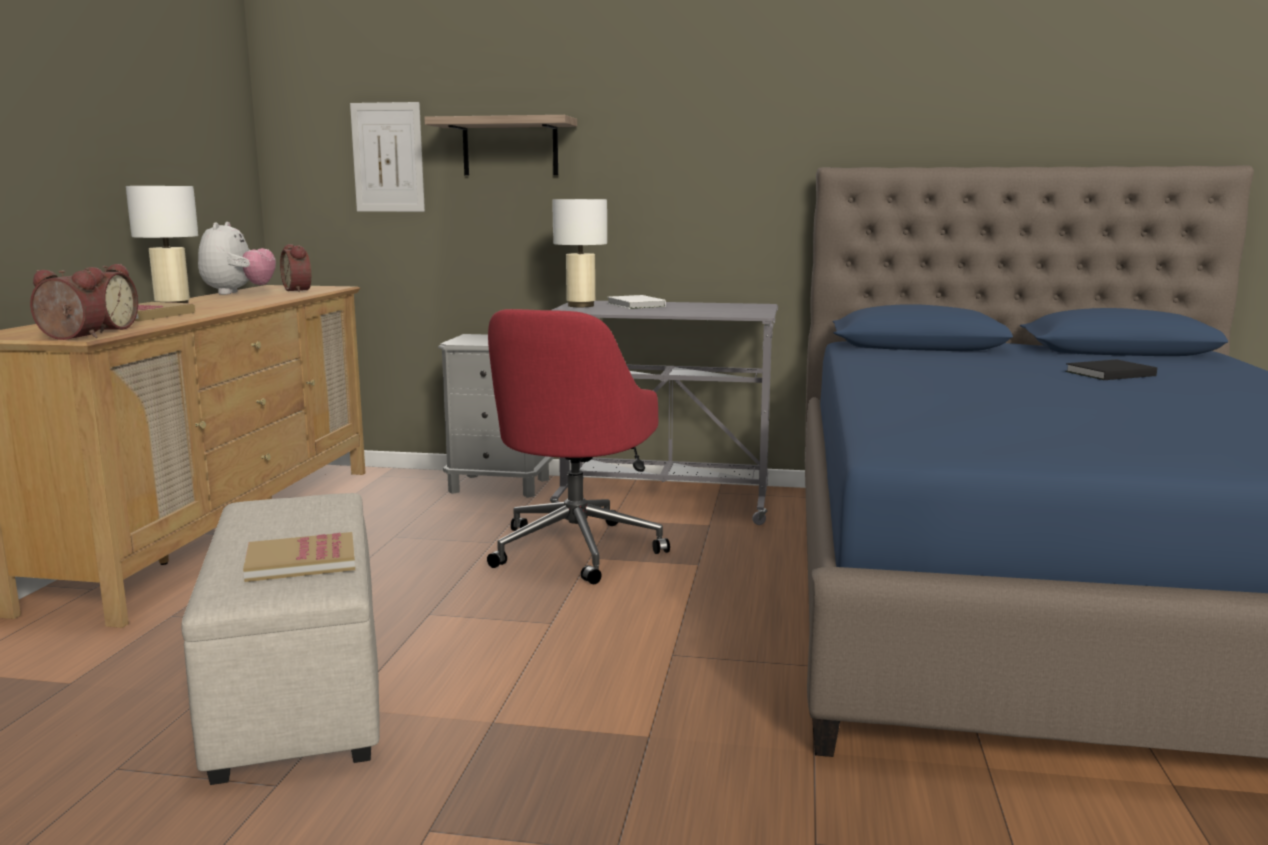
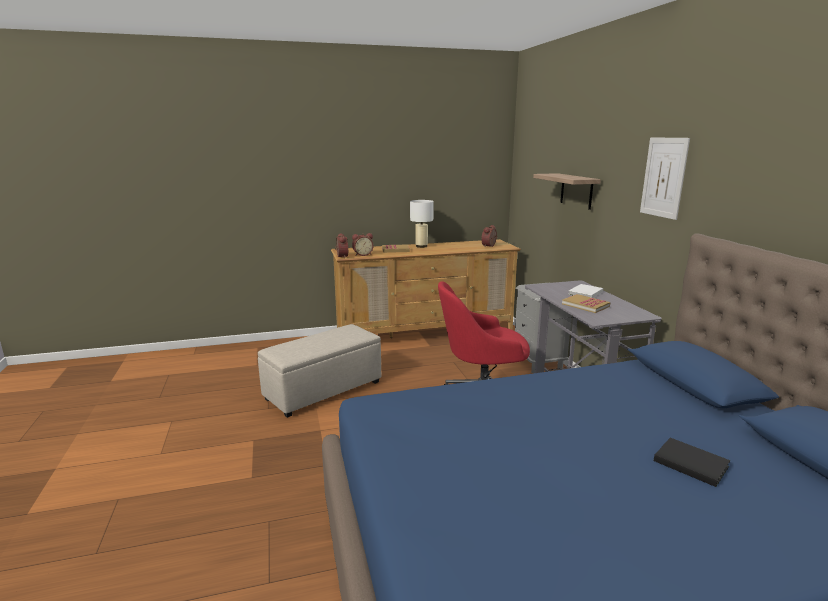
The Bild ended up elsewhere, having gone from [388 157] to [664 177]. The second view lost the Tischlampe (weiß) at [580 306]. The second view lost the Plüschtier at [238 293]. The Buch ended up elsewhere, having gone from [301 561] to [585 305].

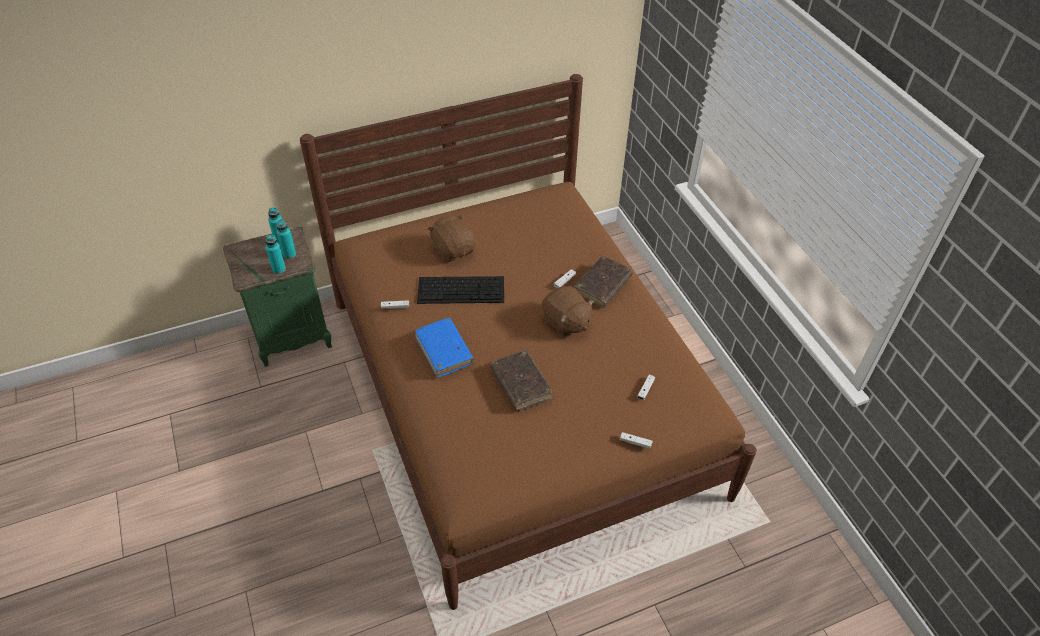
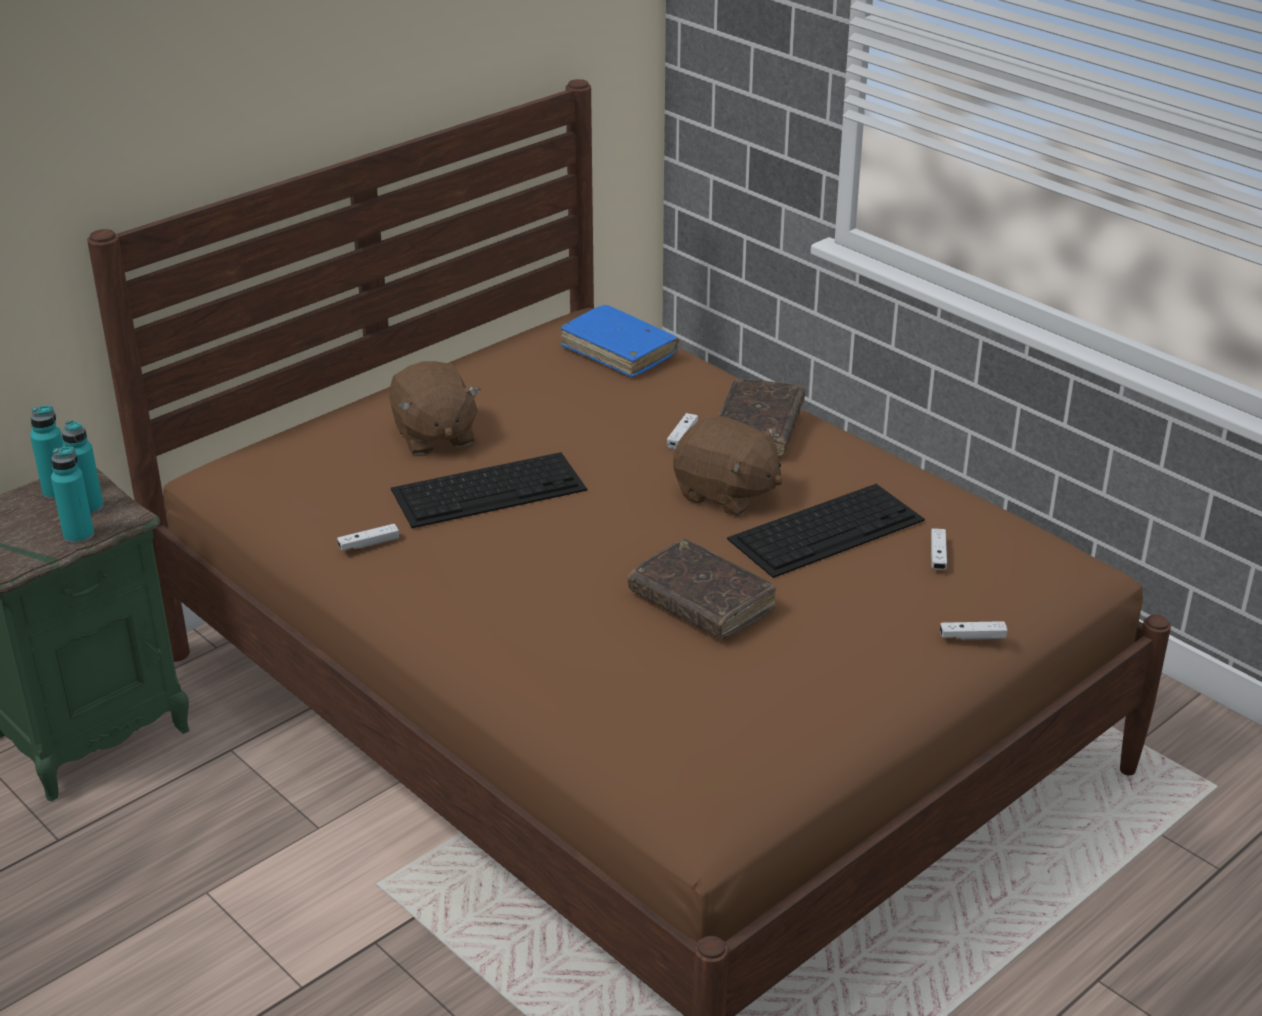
The Plüschtier (braun) at [453 250] ended up facing another way, 150 degrees counterclockwise from before. The Buch (blau) ended up elsewhere, having gone from [444 351] to [619 351]. The second view gained the Tastatur at [827 528].

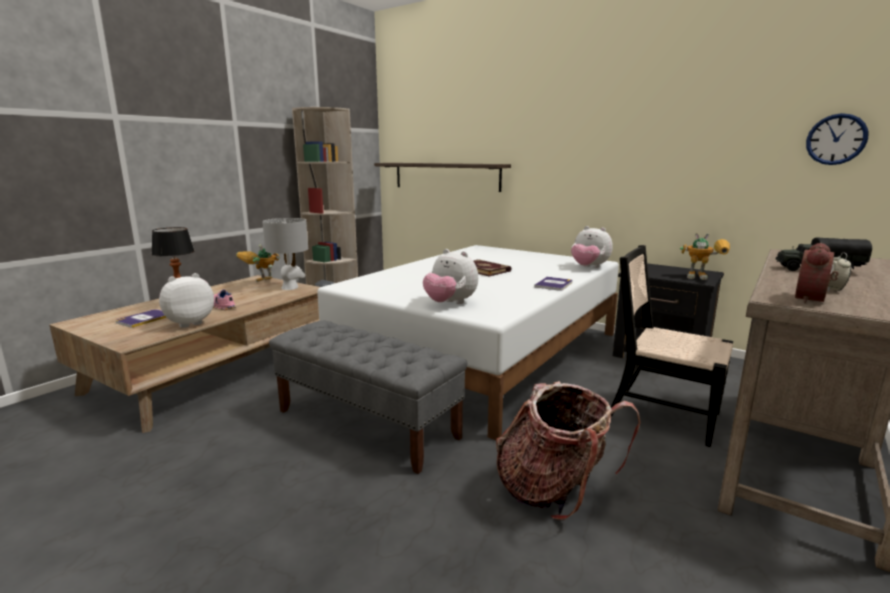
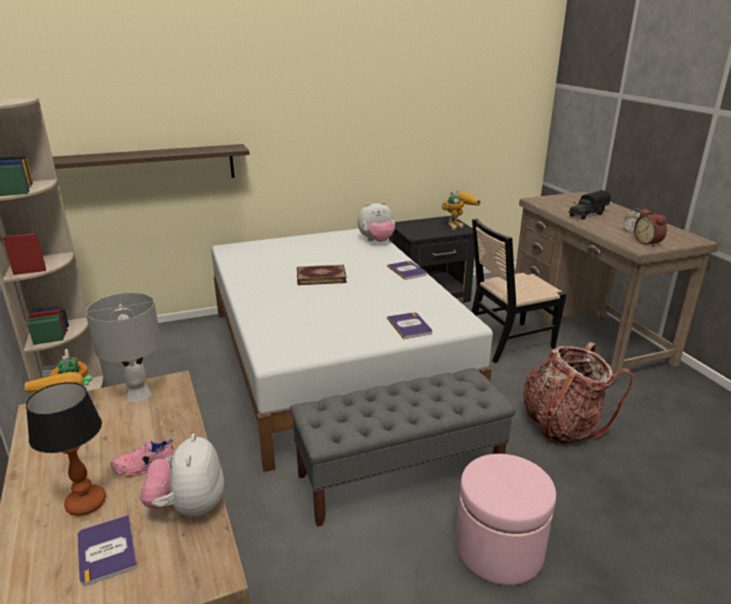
The second view lost the Wanduhr at [836 139]. Where the Plüschtier stood at [450 303], the Buch came to stand at [409 326]. The second view gained the Polsterhocker (rosa) at [499 549].

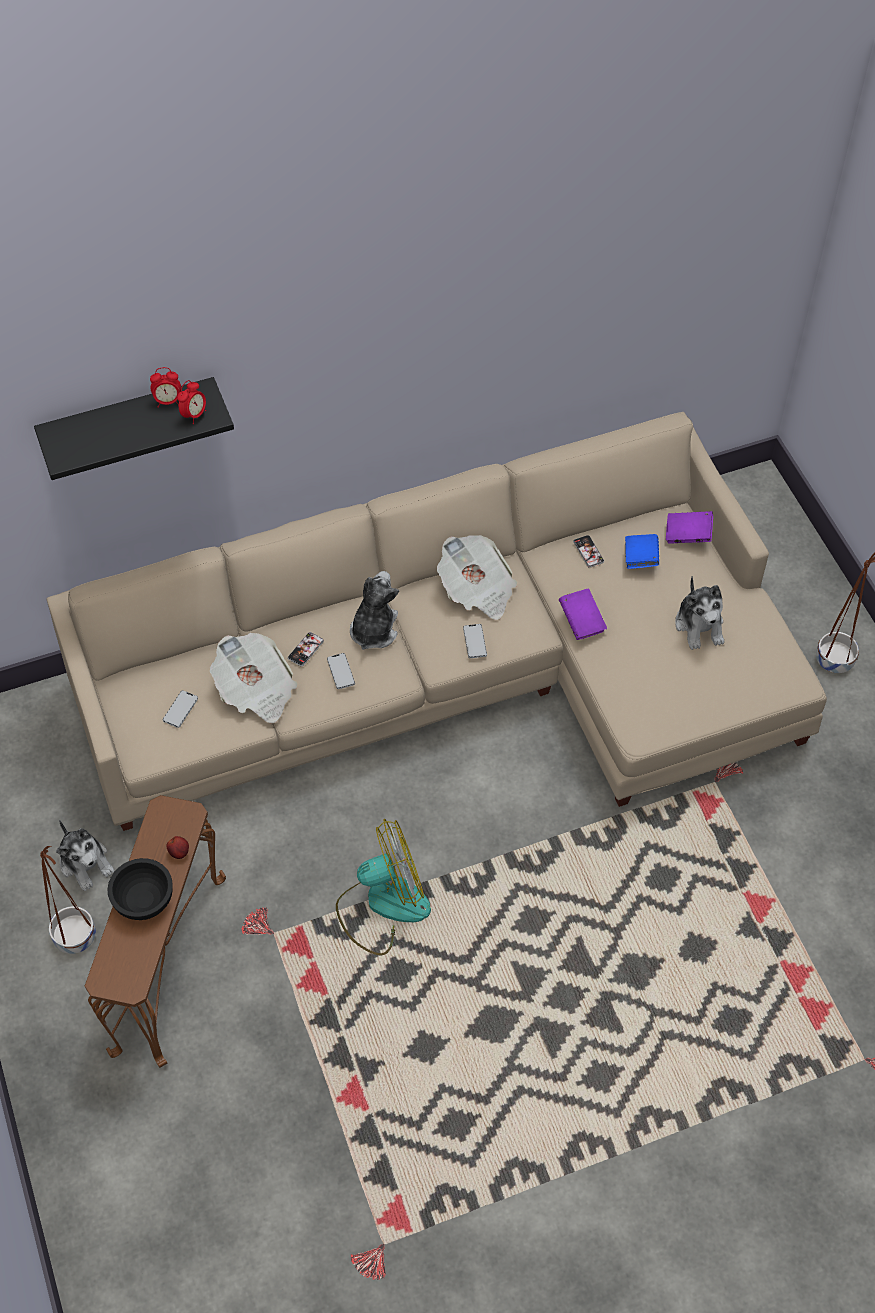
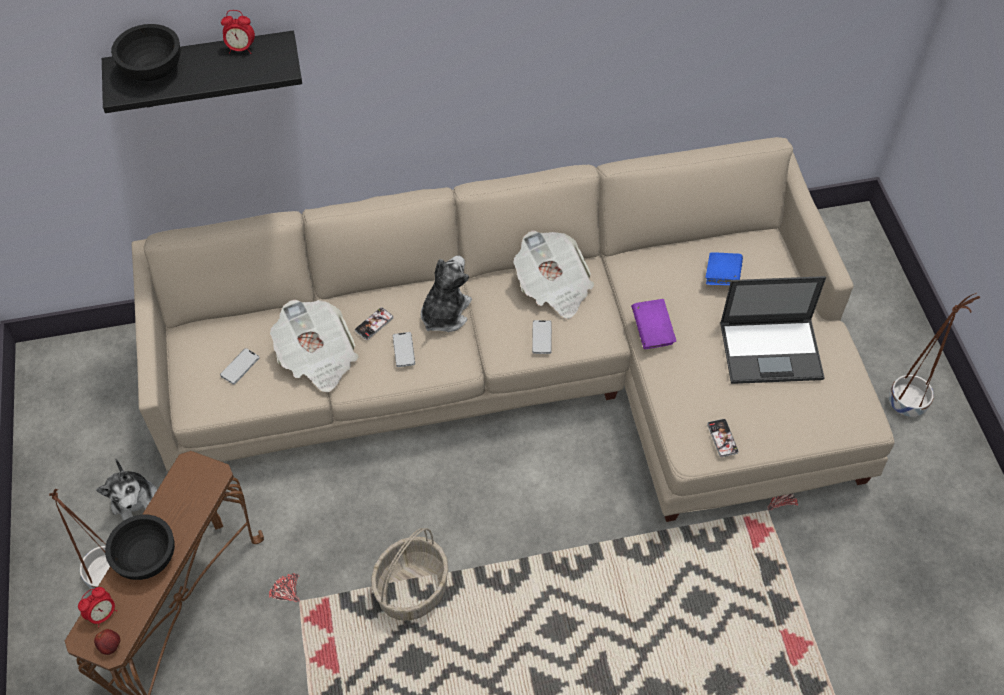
The Wecker ended up elsewhere, having gone from [194 415] to [103 614]. The second view lost the Buch (lila) at [688 535]. The Handy ended up elsewhere, having gone from [588 551] to [722 438]. Where the Plüschtier stood at [699 625], the Laptop came to stand at [772 350]. Where the Ventilator stood at [383 905], the Korb came to stand at [412 588]. The Apfel ended up elsewhere, having gone from [179 852] to [111 646]. The second view gained the Schüssel (schwarz) at [153 69].

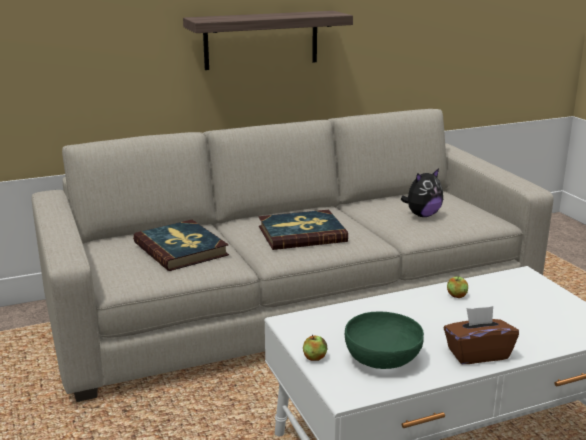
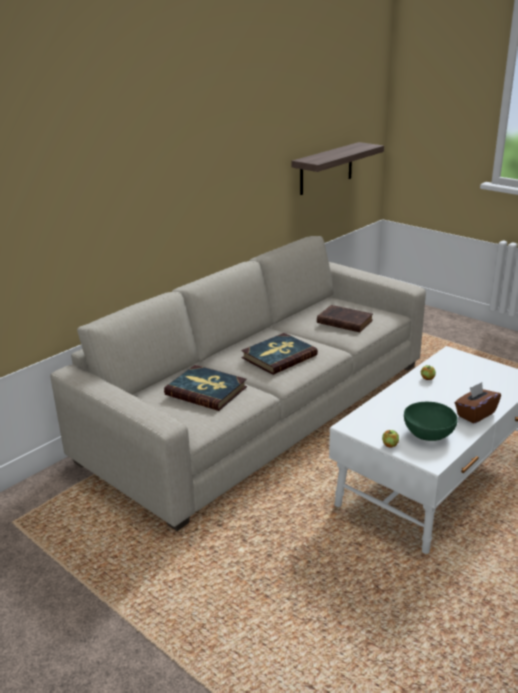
The Wandregal ended up elsewhere, having gone from [261 40] to [326 168]. Where the Plüschtier stood at [422 215], the Buch (braun) came to stand at [343 321].

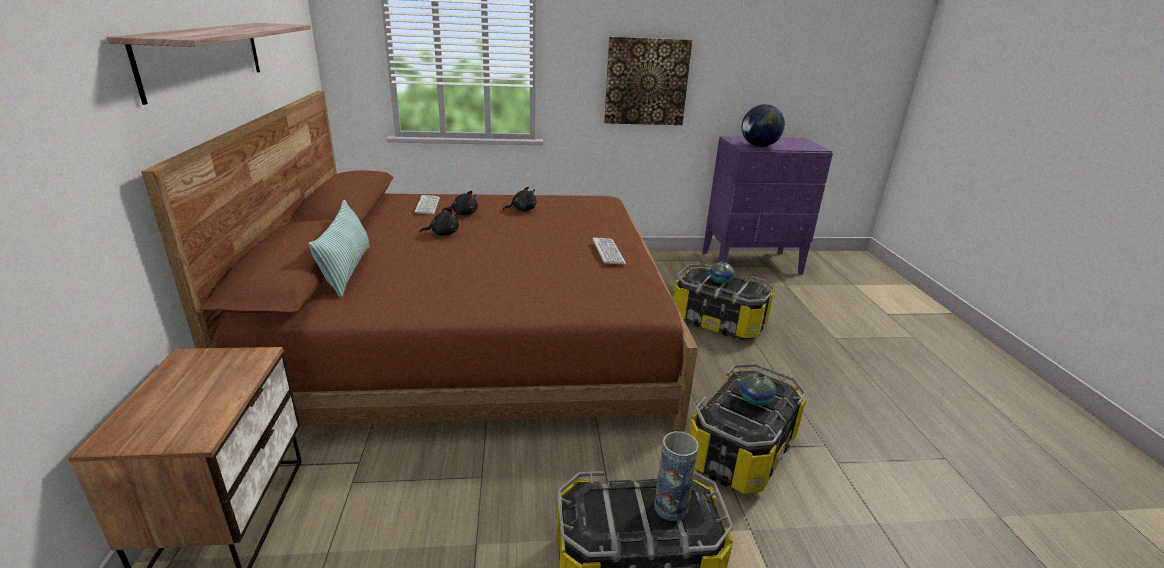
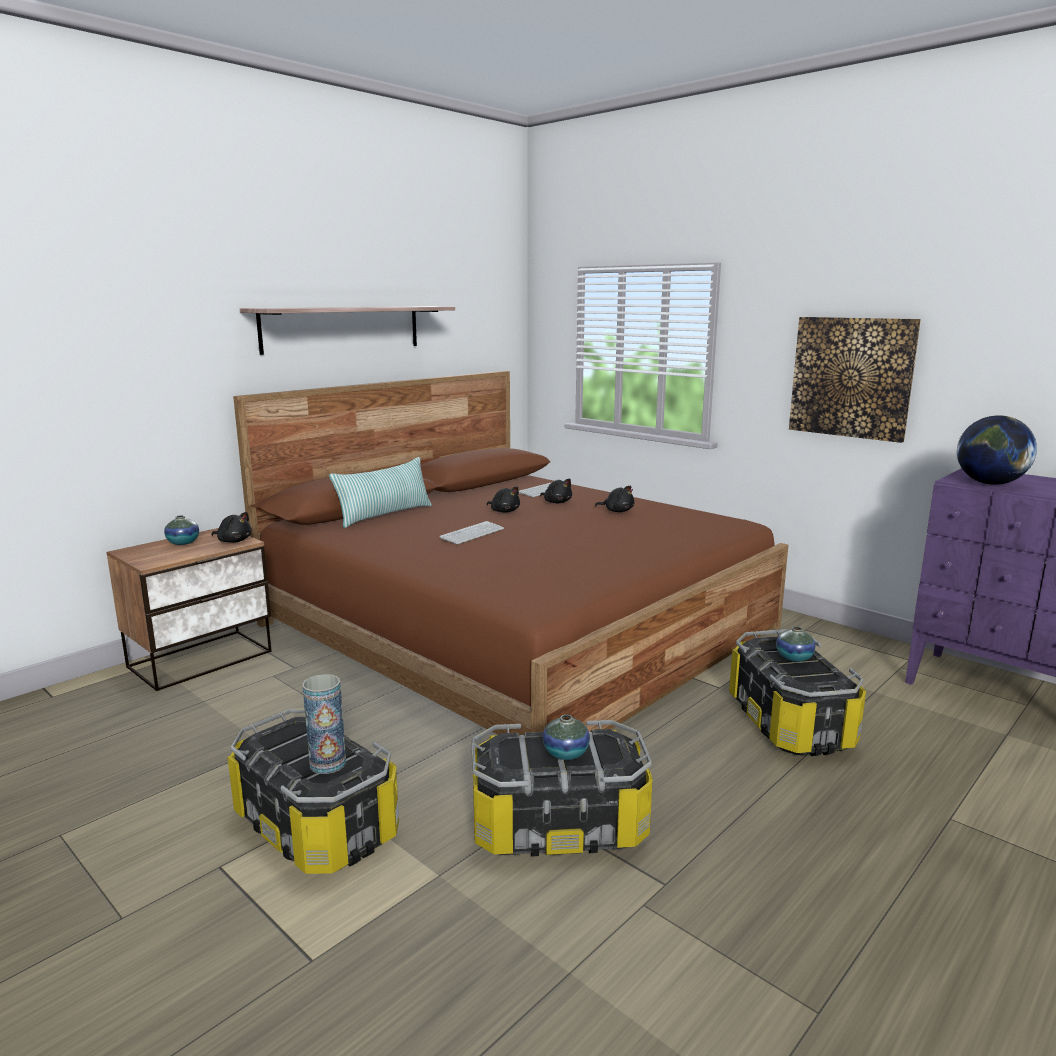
The Tastatur ended up elsewhere, having gone from [608 252] to [472 534]. The second view gained the Plüschtier (schwarz) at [234 541]. The second view gained the Vase at [183 543].

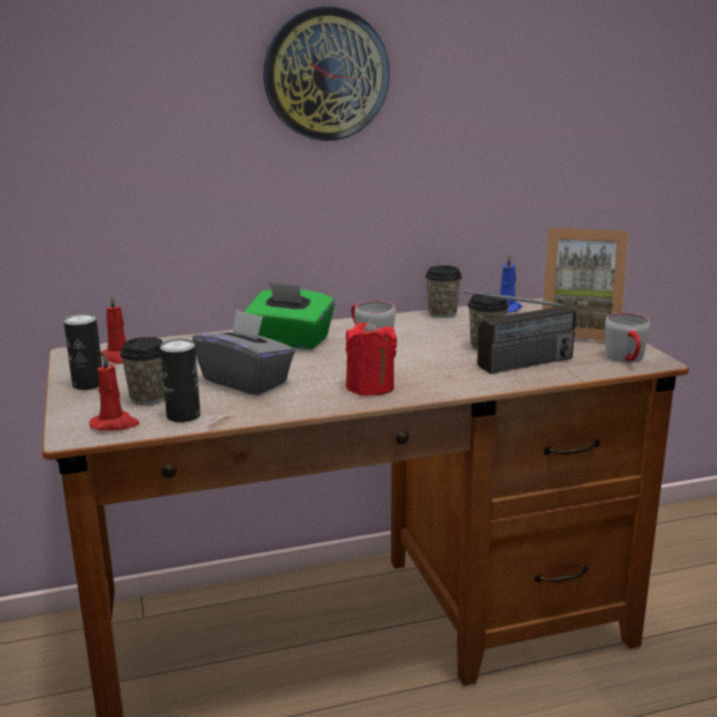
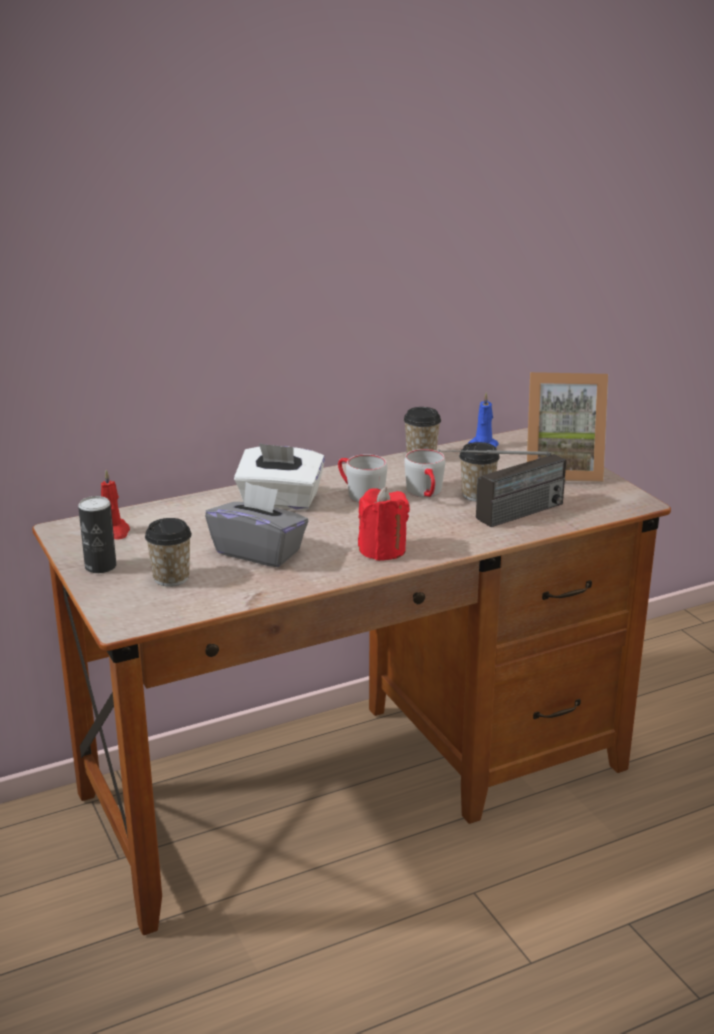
The second view lost the Wanduhr at [326 74]. What was the Taschentuchbox (grün) at [289 341] turned into the Taschentuchbox (weiß) at [280 501]. The Henkelbecher (grau) ended up elsewhere, having gone from [627 359] to [426 494]. The second view lost the Dose at [183 416]. The second view lost the Kerze (rot) at [115 424].

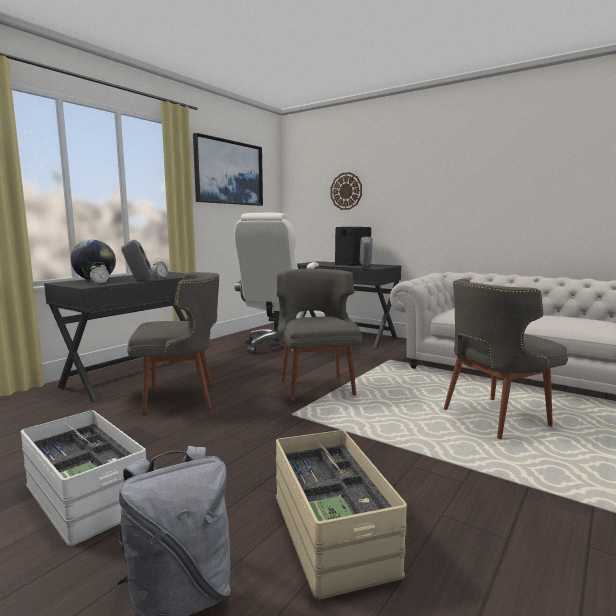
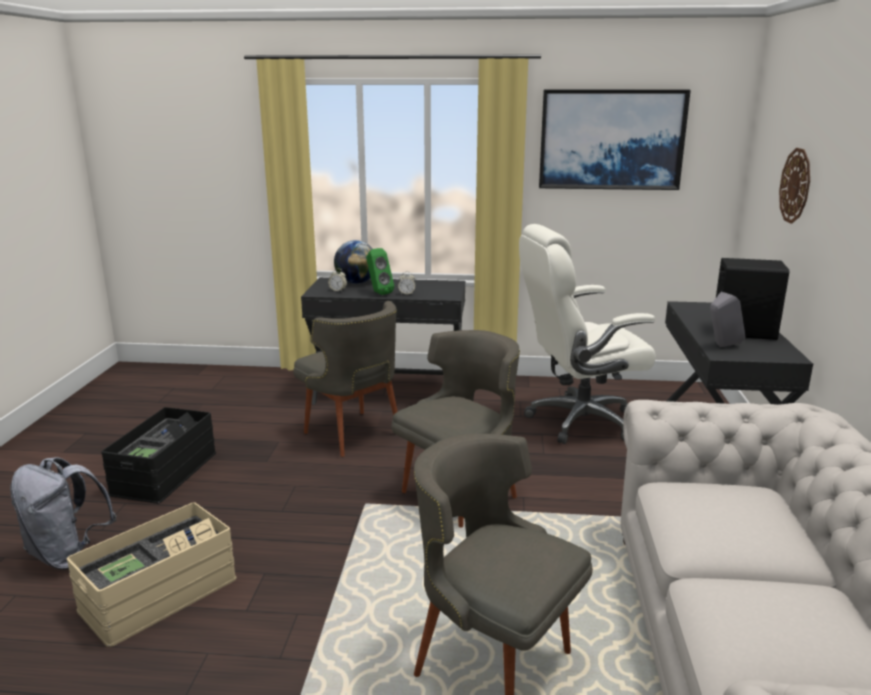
What was the Lautsprecher (grau) at [138 280] turned into the Lautsprecher (grün) at [378 293]. What was the Aufbewahrungsbox (weiß) at [84 496] turned into the Aufbewahrungsbox (schwarz) at [164 472].

